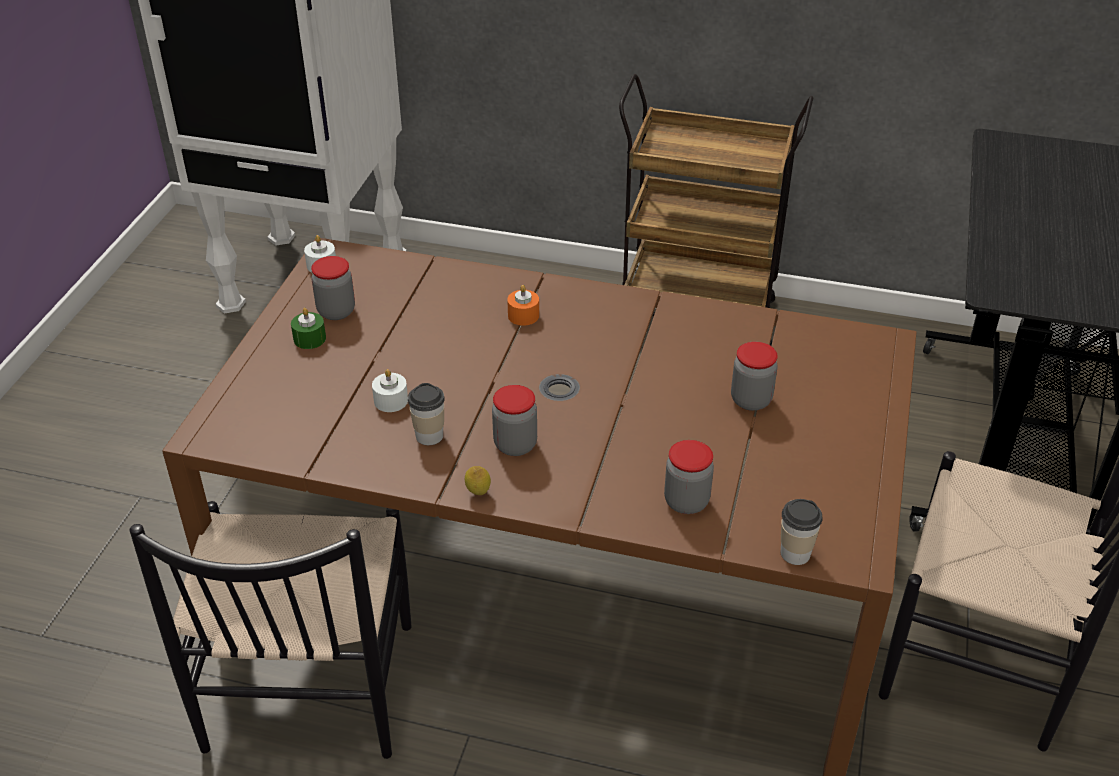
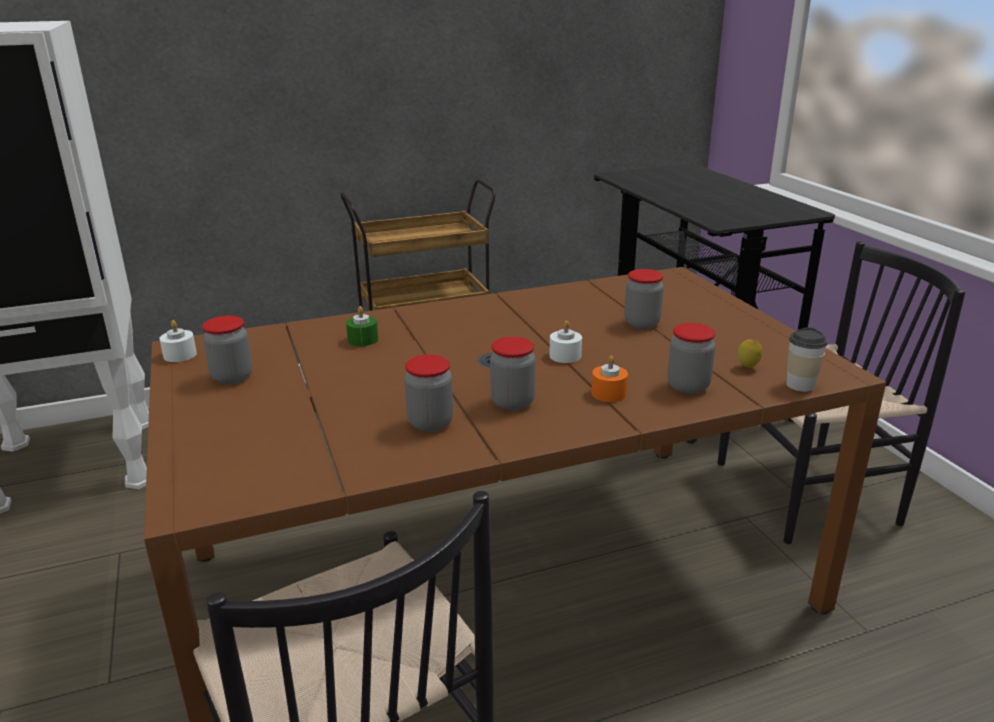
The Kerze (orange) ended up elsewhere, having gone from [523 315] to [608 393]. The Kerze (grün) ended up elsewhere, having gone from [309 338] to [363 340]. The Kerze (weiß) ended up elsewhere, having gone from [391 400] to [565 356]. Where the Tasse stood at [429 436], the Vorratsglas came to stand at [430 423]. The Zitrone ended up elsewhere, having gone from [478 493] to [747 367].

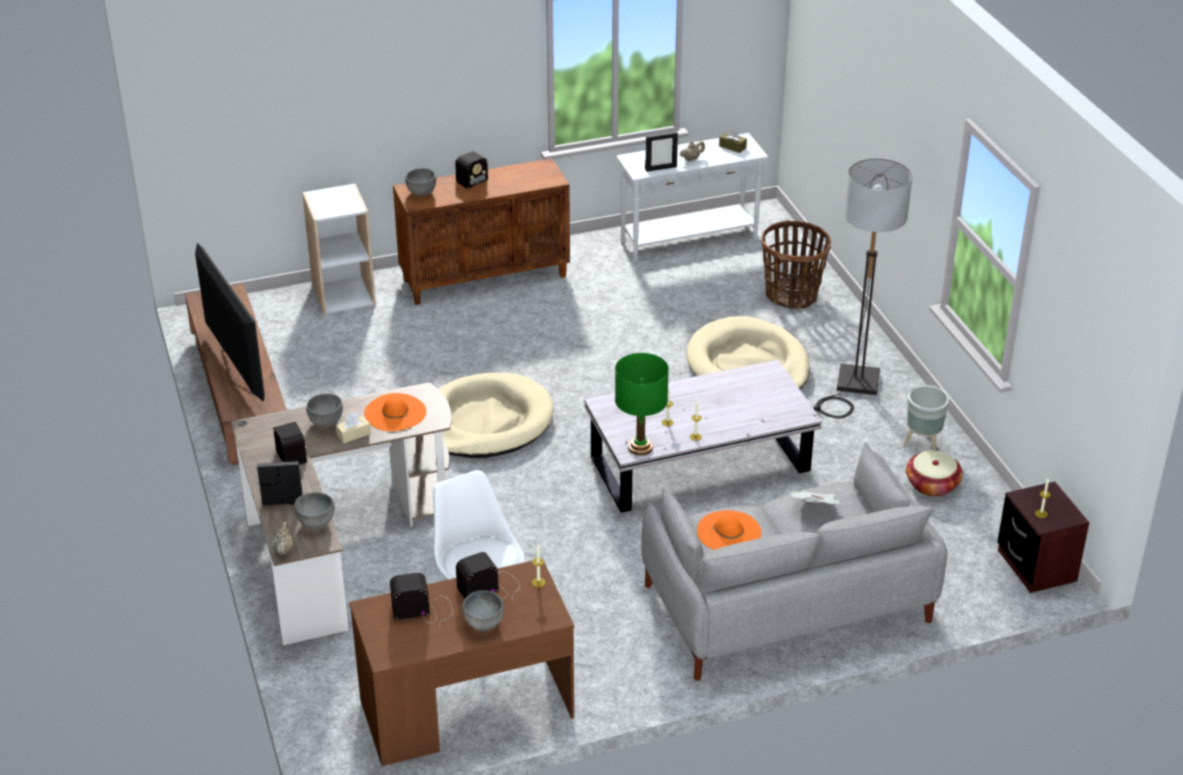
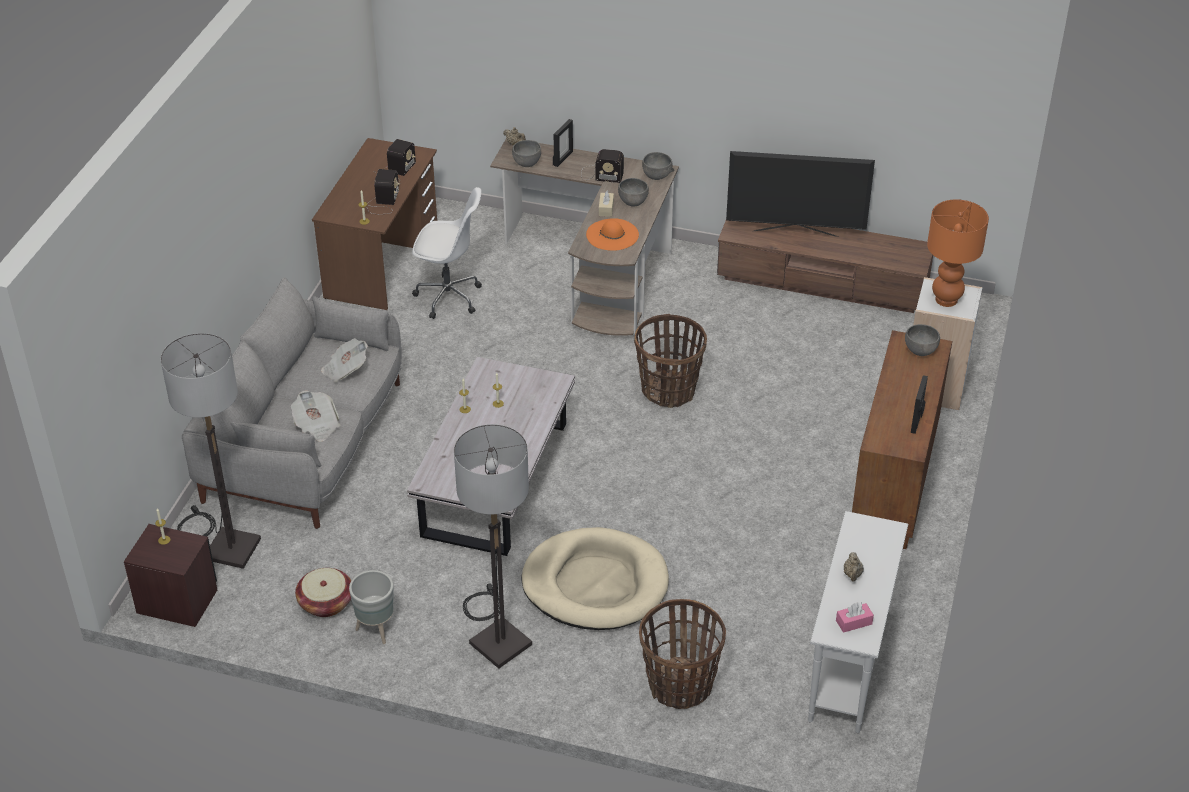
What was the Taschentuchbox (braun) at [732 147] turned into the Taschentuchbox (rosa) at [854 622]. The Bilderrahmen ended up elsewhere, having gone from [660 168] to [917 421]. The second view lost the Radio at [462 183]. The second view lost the Tischlampe (grün) at [640 447]. Where the Hundebett (beige) stood at [485 422], the Korb came to stand at [668 390]. Where the Hut (orange) stood at [729 532], the Zeitung came to stand at [345 370]. The Schüssel (grau) ended up elsewhere, having gone from [483 624] to [656 176]. The second view gained the Tischlampe (orange) at [946 299]. The second view gained the Stehlampe at [222 543].

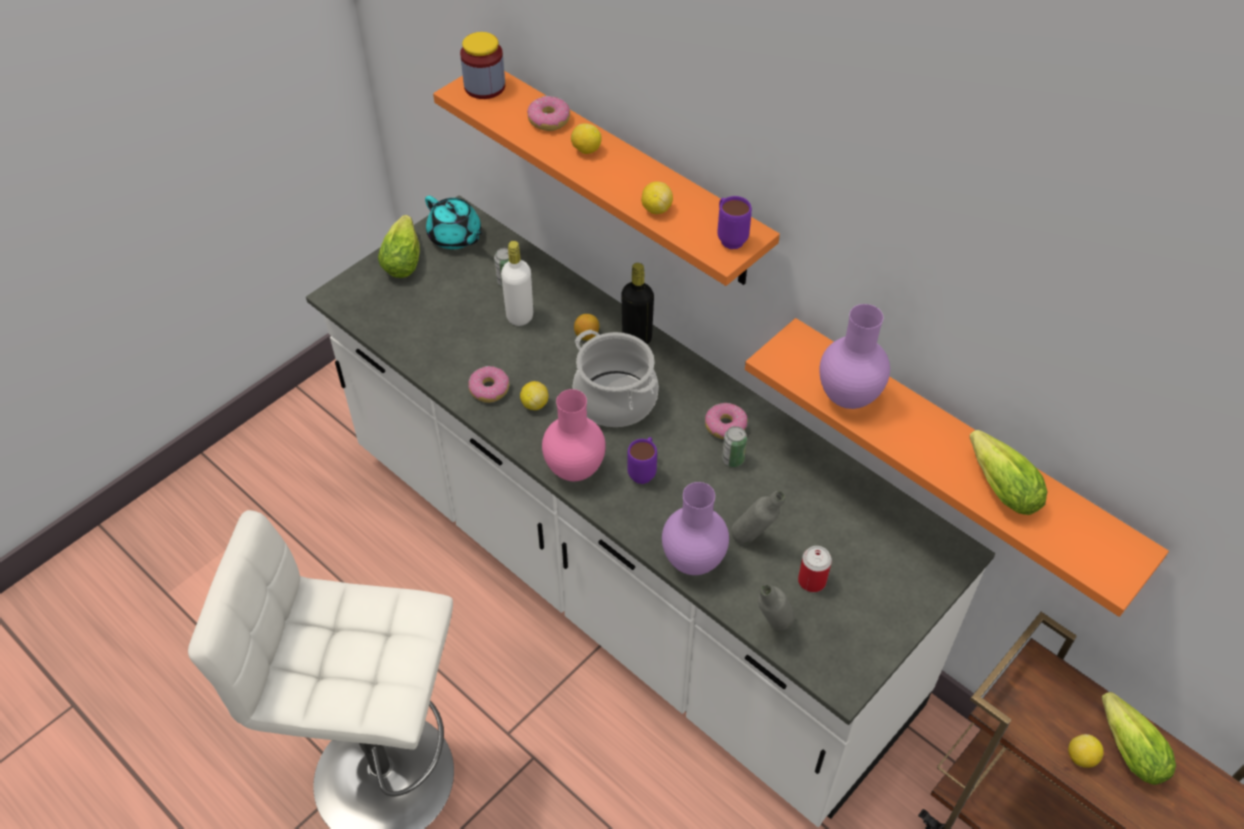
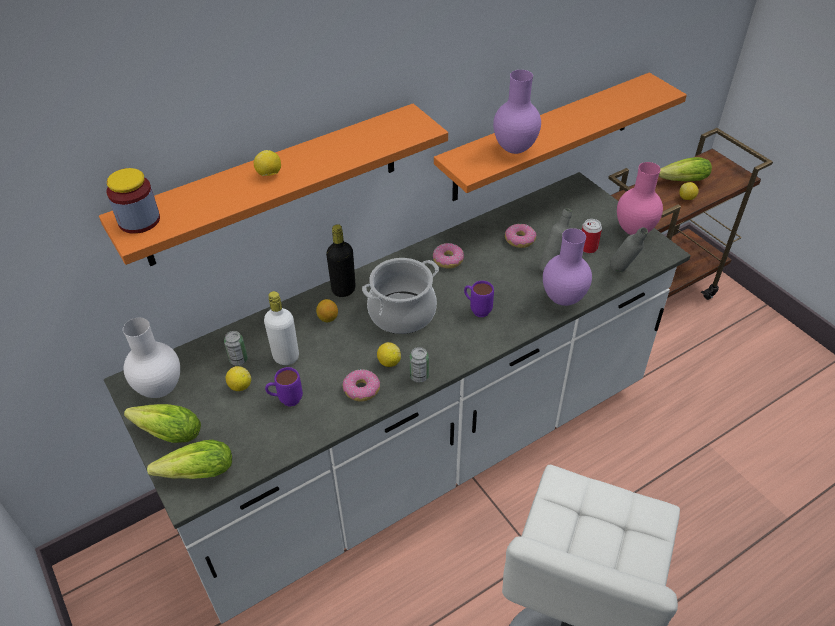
The Donut ended up elsewhere, having gone from [548 120] to [519 240]. The Zitrone ended up elsewhere, having gone from [656 209] to [240 386]. Where the Teekanne (türkis) stood at [455 237], the Vase (weiß) came to stand at [161 388]. The Henkelbecher (lila) ended up elsewhere, having gone from [729 237] to [286 400]. The Vase (rosa) ended up elsewhere, having gone from [574 471] to [635 231]. The Dose ended up elsewhere, having gone from [733 459] to [419 376]. The Salatkopf ended up elsewhere, having gone from [998 484] to [193 474].

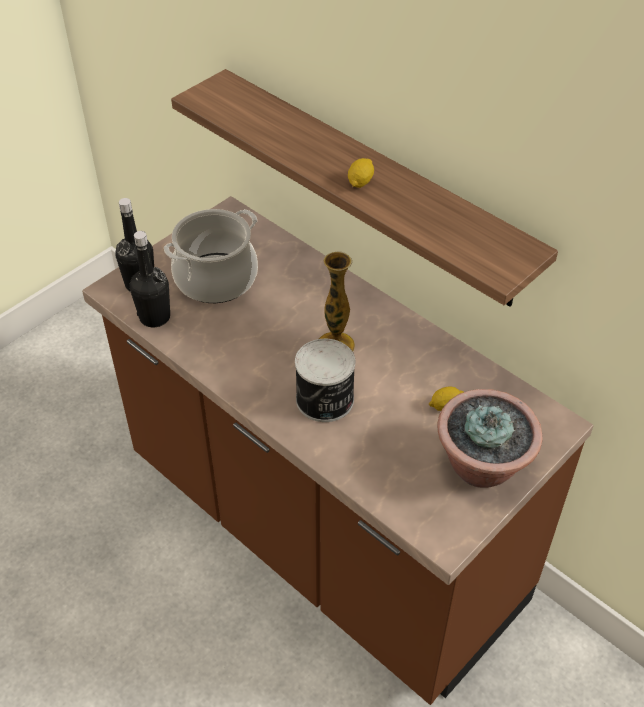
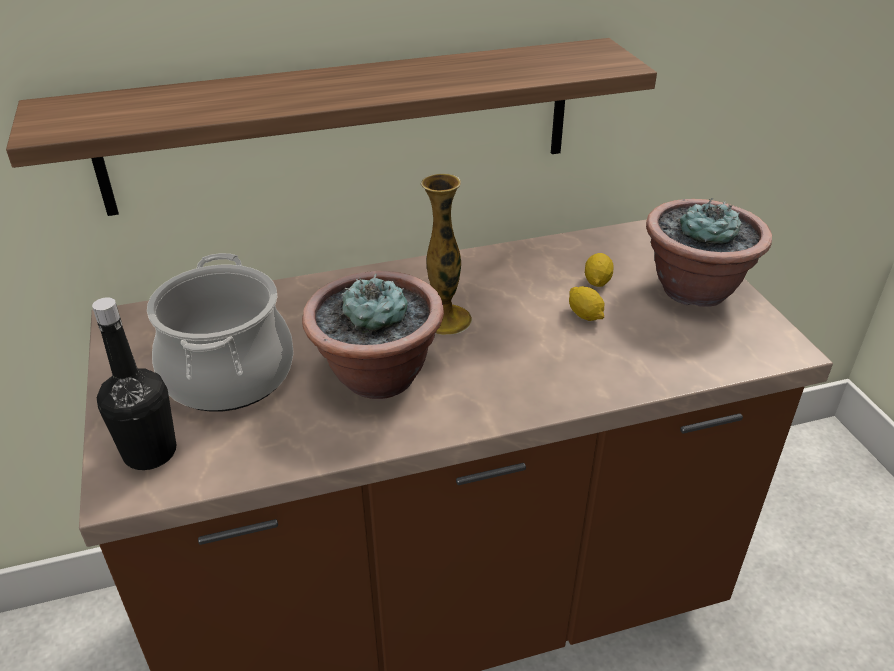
The Zitrone ended up elsewhere, having gone from [360 182] to [585 315]. The second view lost the Flasche (schwarz) at [155 317]. The second view lost the Dose at [325 400]. The second view gained the Topfpflanze at [377 376].

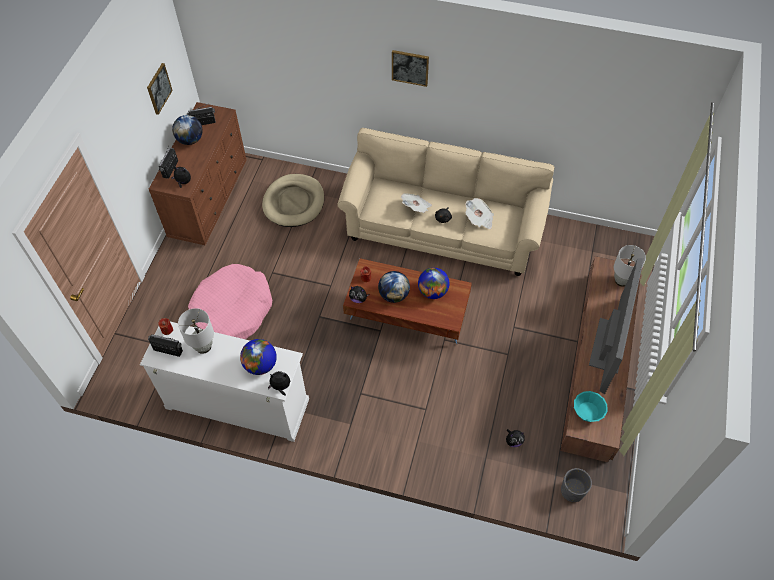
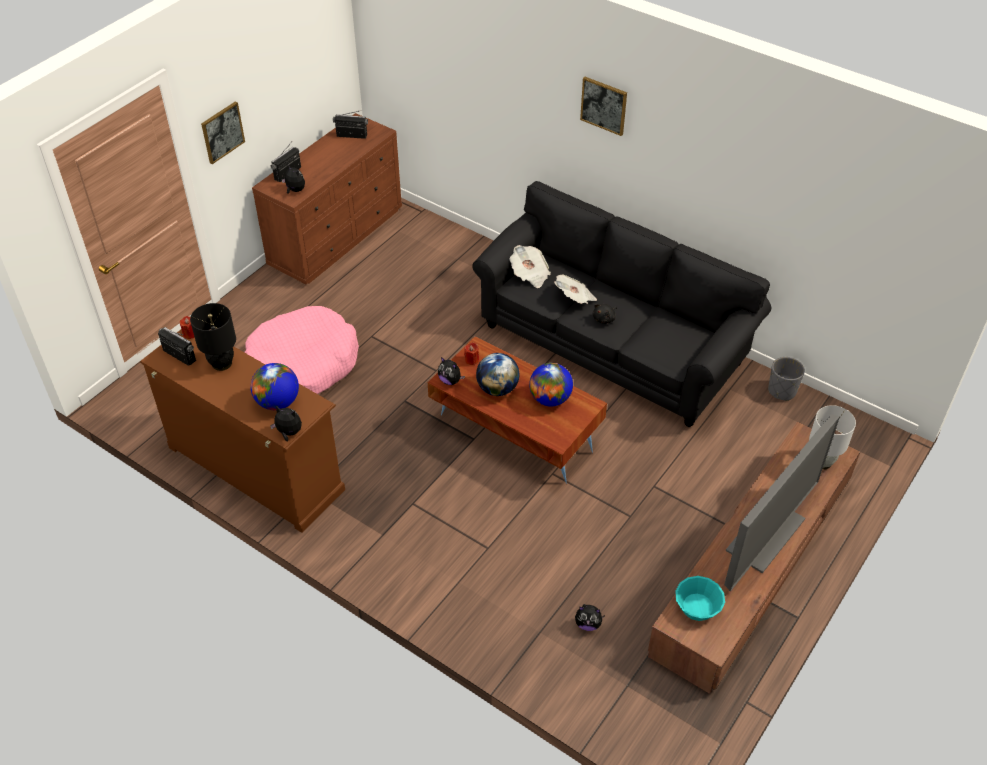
The Bild ended up elsewhere, having gone from [158 88] to [222 132]. The second view lost the Globus at [190 140]. What was the Sofa (beige) at [443 229] turned into the Sofa (schwarz) at [612 345]. The second view lost the Hundebett (beige) at [294 202]. The Zeitung ended up elsewhere, having gone from [479 219] to [530 275]. What was the Tischlampe (weiß) at [203 346] turned into the Tischlampe (schwarz) at [222 363]. What was the Schrank (weiß) at [237 403] turned into the Schrank (braun) at [255 468]. The Pflanzkübel (grau) ended up elsewhere, having gone from [572 491] to [782 391].

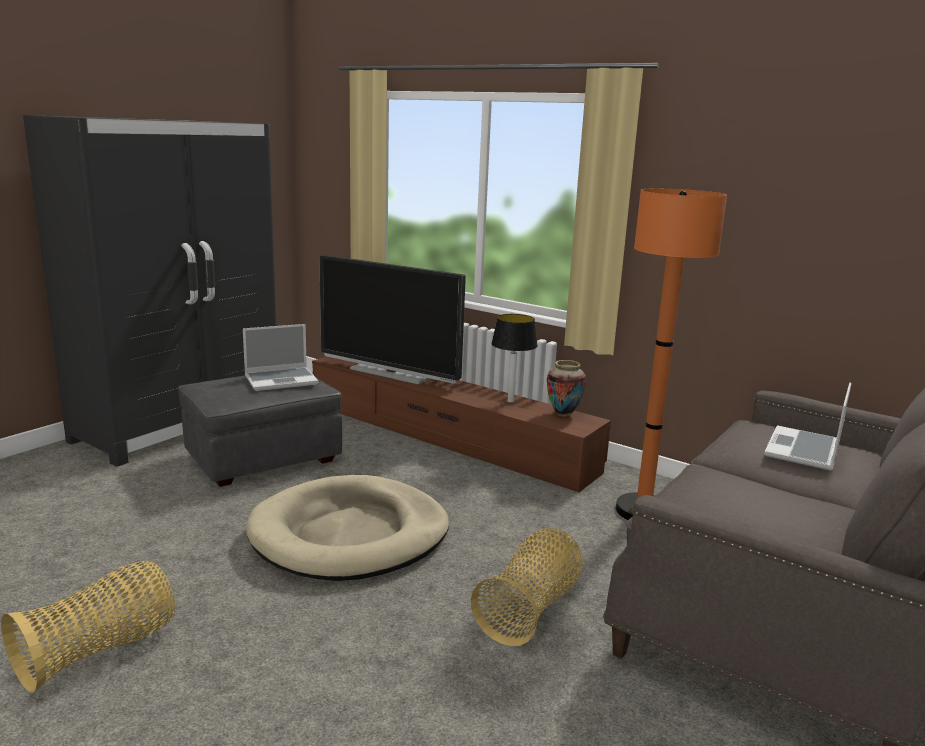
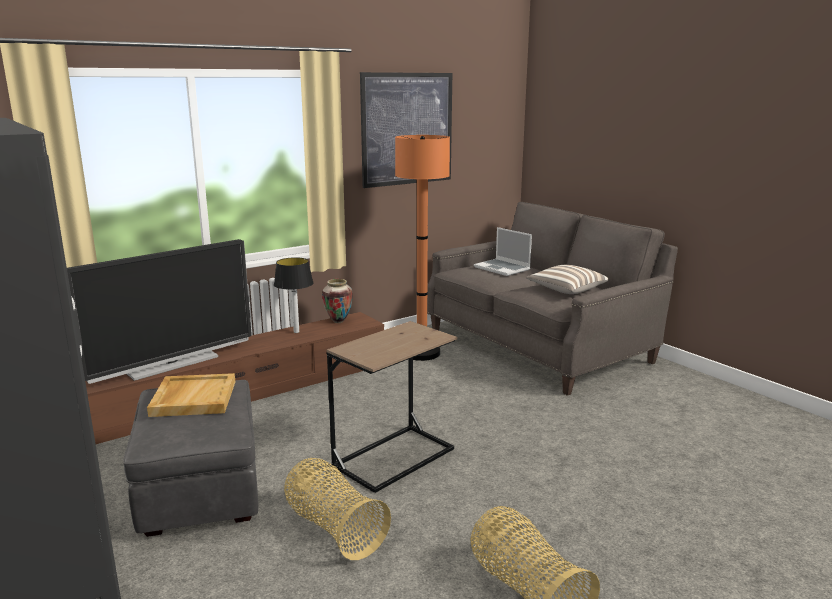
Where the Laptop stood at [282 380], the Tablett (beige) came to stand at [193 398]. Where the Hundebett (beige) stood at [350 534], the Beistelltisch (braun) came to stand at [394 457]. The Korb ended up elsewhere, having gone from [530 609] to [334 528]. The second view gained the Bild at [407 129]. The second view gained the Kissen at [566 290].

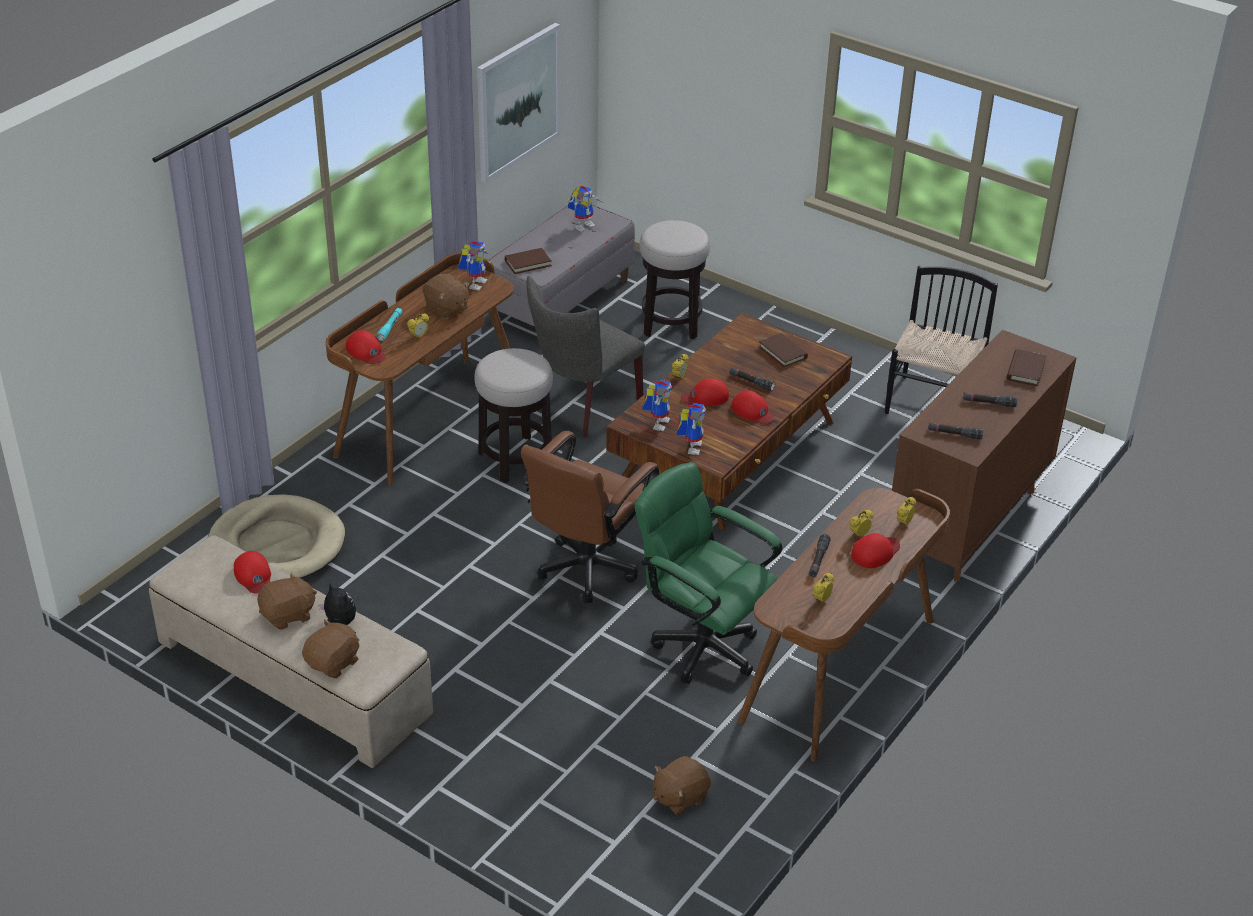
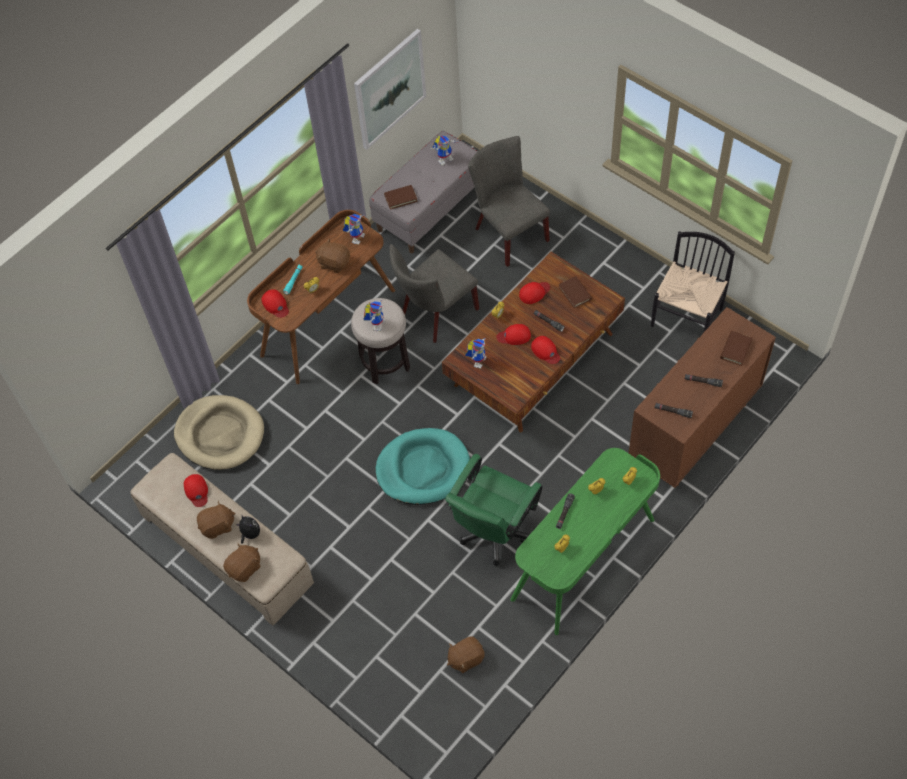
Where the Hocker stood at [671 323], the Stuhl (grau) came to stand at [507 232]. The Plüschtier (braun) at [446 308] ended up facing another way, 150 degrees clockwise from before. The Spielzeugroboter ended up elsewhere, having gone from [691 446] to [376 323]. Where the Bürostuhl (braun) stood at [585 574], the Hundebett (türkis) came to stand at [423 469]. The Bürostuhl (grün) at [699 649] ended up facing another way, 105 degrees counterclockwise from before. What was the Schreibtisch (braun) at [840 671] turned into the Schreibtisch (grün) at [584 560]. The Kappe (rot) ended up elsewhere, having gone from [875 553] to [534 293].

